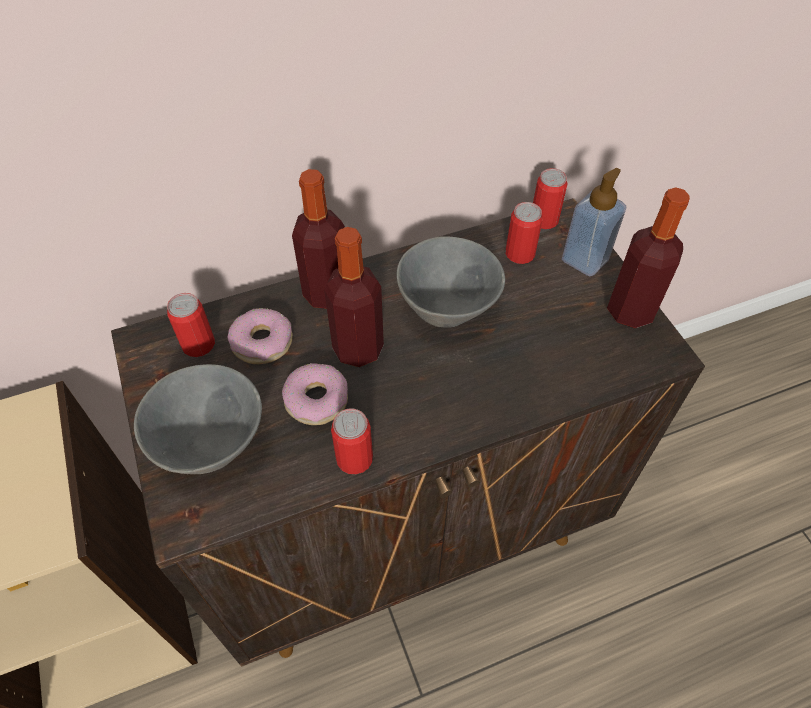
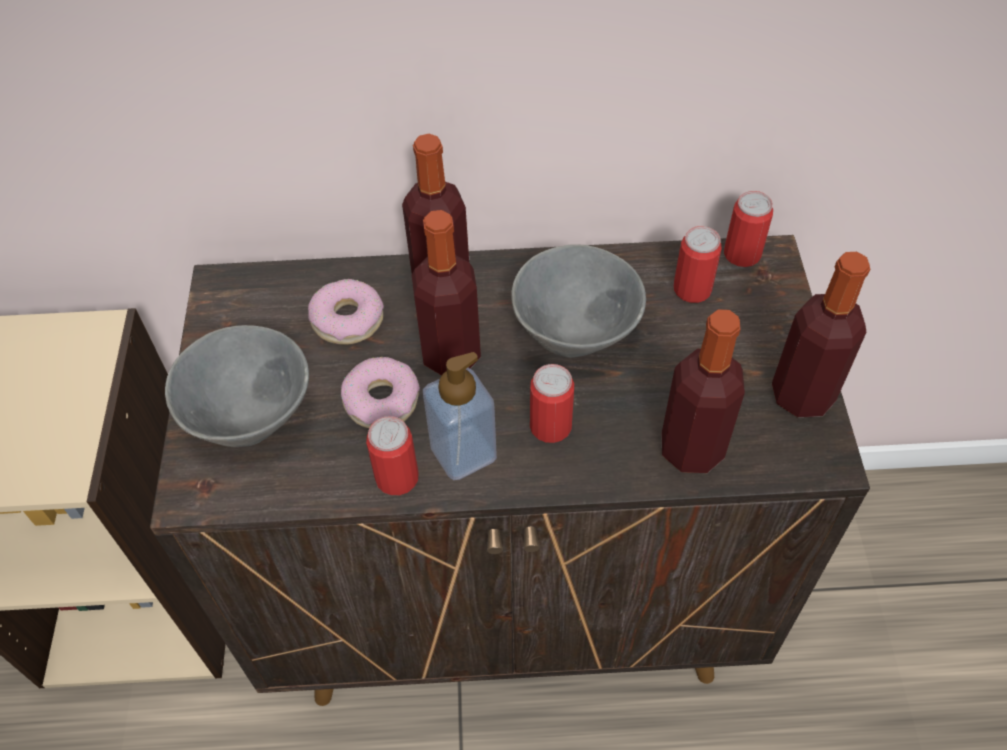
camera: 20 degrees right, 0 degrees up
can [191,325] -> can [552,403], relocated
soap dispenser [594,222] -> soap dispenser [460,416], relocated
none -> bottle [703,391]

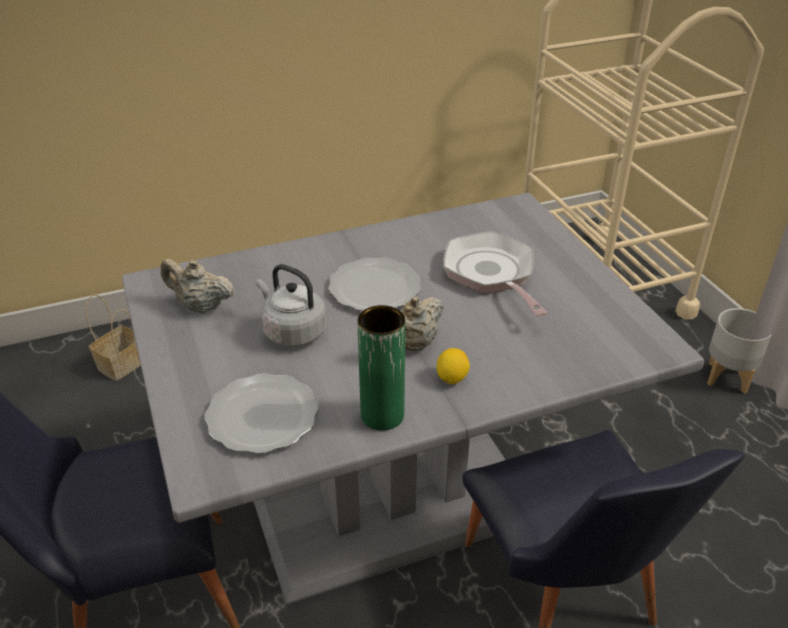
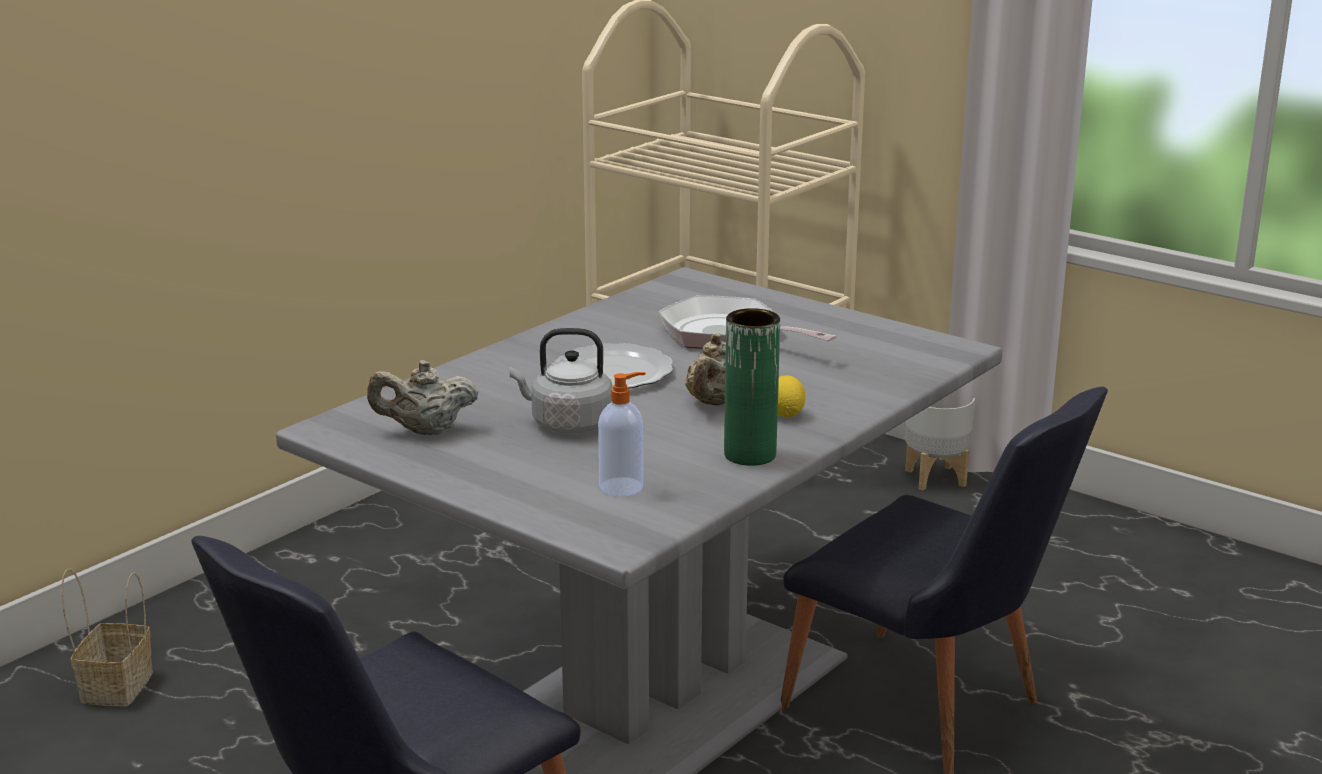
camera: 30 degrees left, 15 degrees down
plate [261,413] -> soap dispenser [621,434]

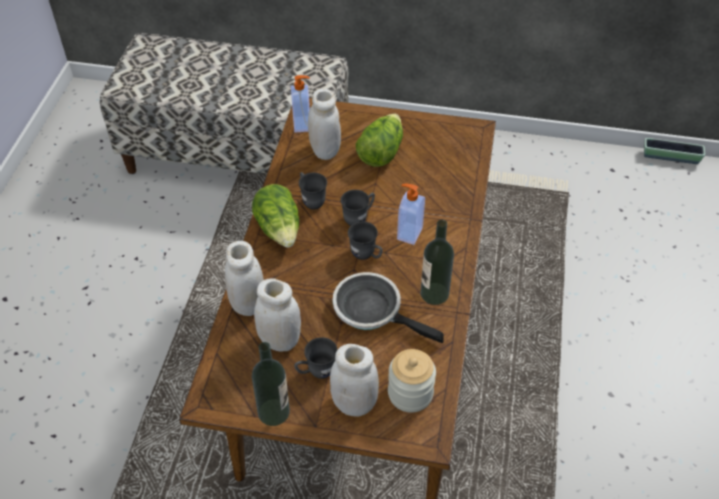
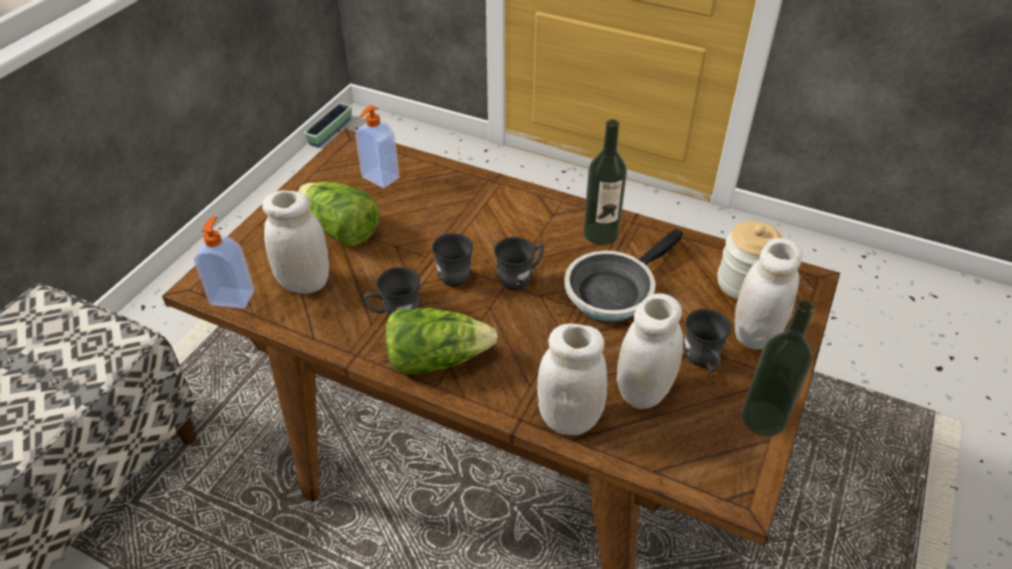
camera: 75 degrees left, 5 degrees down
soap dispenser [411,214] -> soap dispenser [377,146], relocated

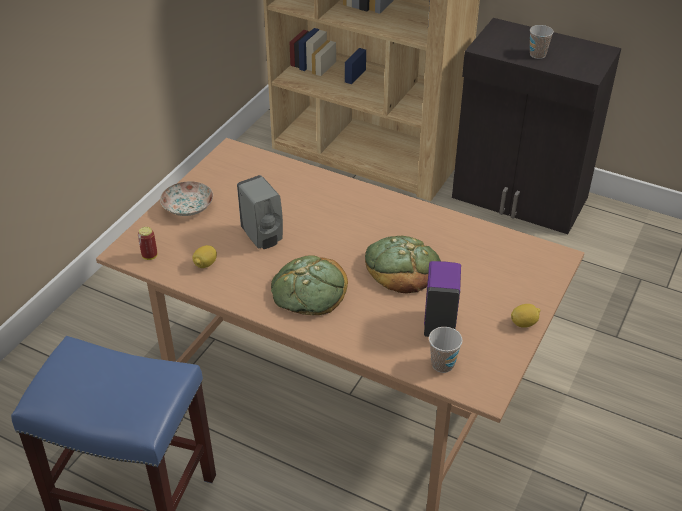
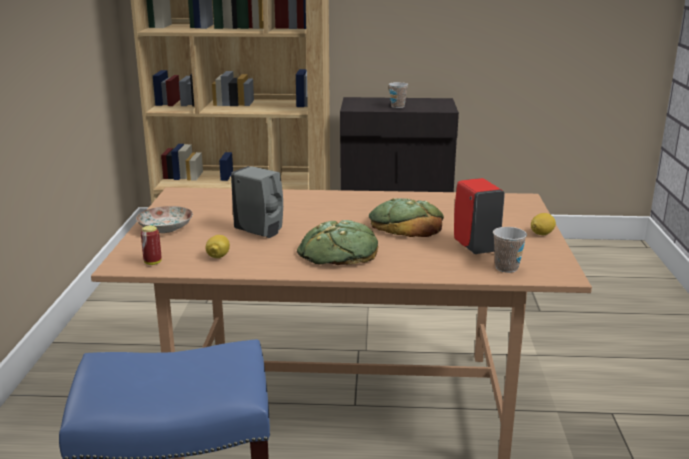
camera: 25 degrees left, 20 degrees down
purple soap dispenser [442,299] -> red soap dispenser [479,216]

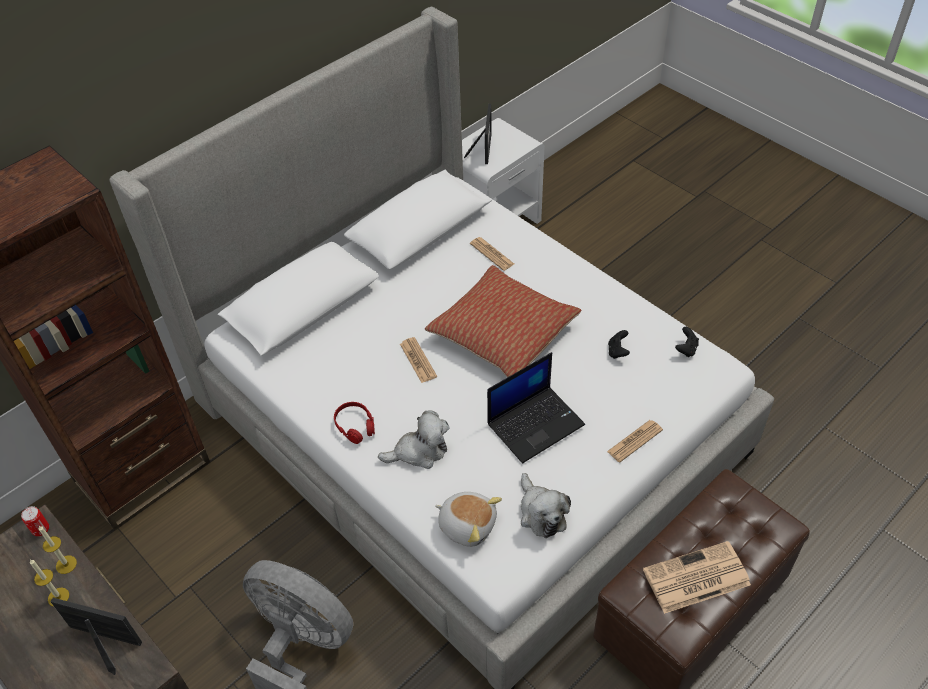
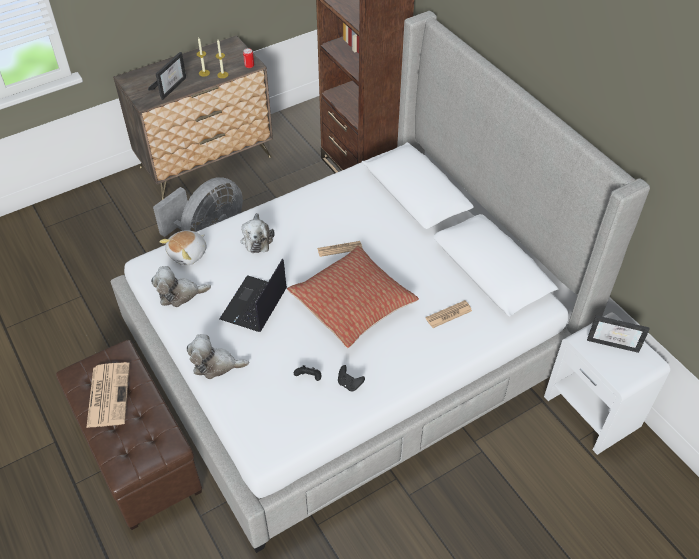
camera: 100 degrees right, 0 degrees up
red headphones [354,423] -> none
laptop [536,407] -> laptop [253,295], 45 degrees clockwise
newspaper [635,441] -> plush toy [218,356]
black game controller [687,342] -> black game controller [351,378], relocated

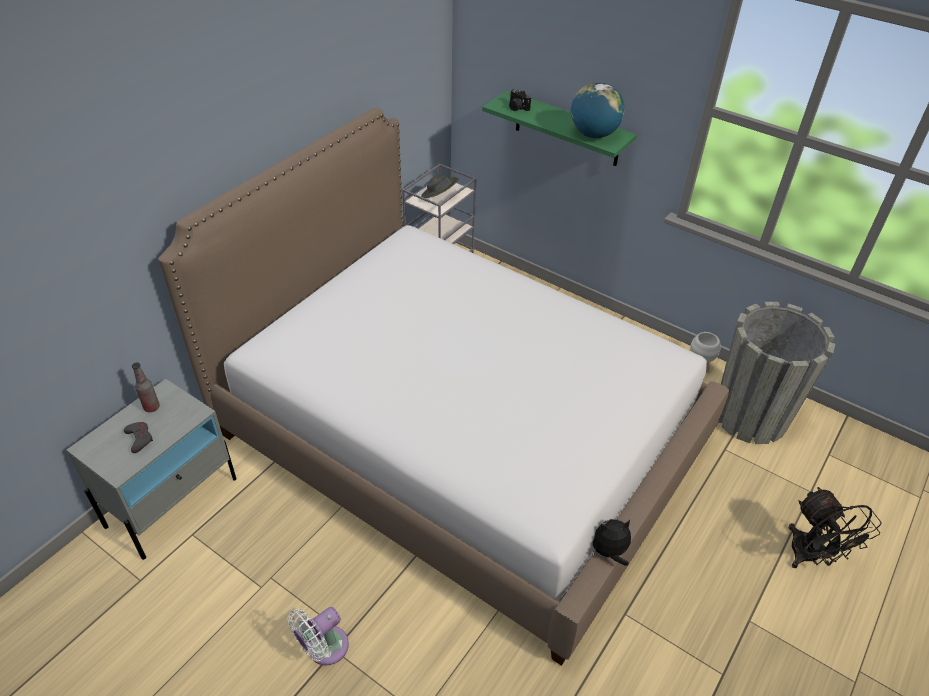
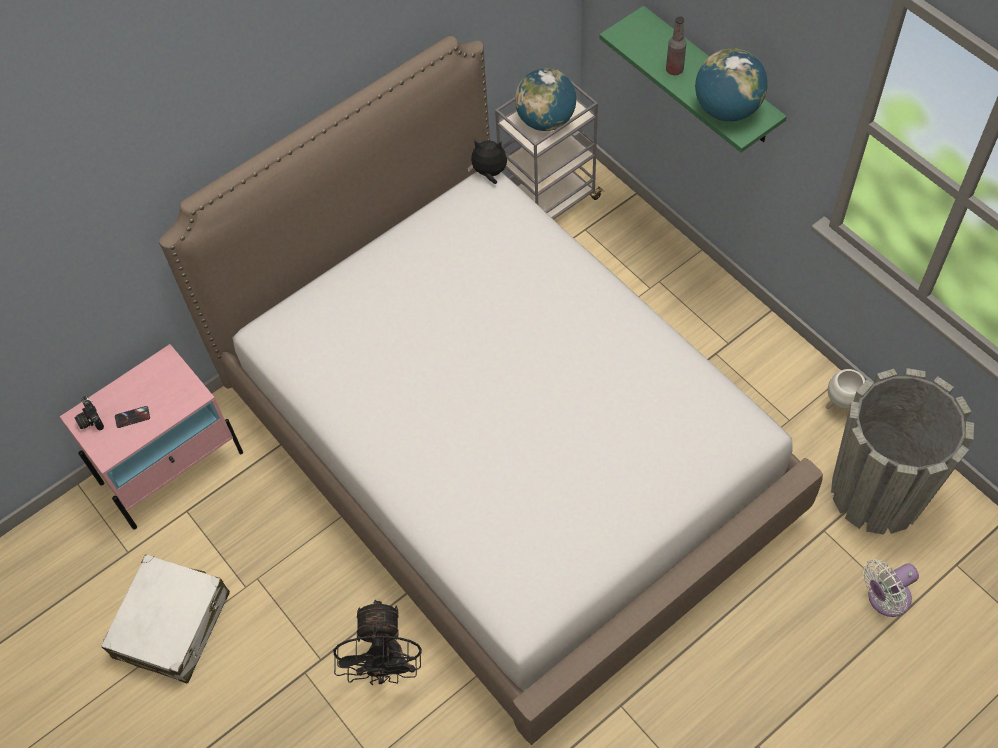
camera: 20 degrees right, 15 degrees up
grey nightstand [151,469] -> pink nightstand [151,437]
grey game controller [138,437] -> phone [132,417]
bottle [146,387] -> bottle [676,45], relocated
white fan [318,636] -> white fan [891,588], relocated
grey hat [440,186] -> globe [545,99]
photo camera [520,100] -> photo camera [89,413], relocated
plush toy [612,542] -> plush toy [487,162], relocated
black fan [835,527] -> black fan [377,642], relocated
none -> white suitcase [165,618]

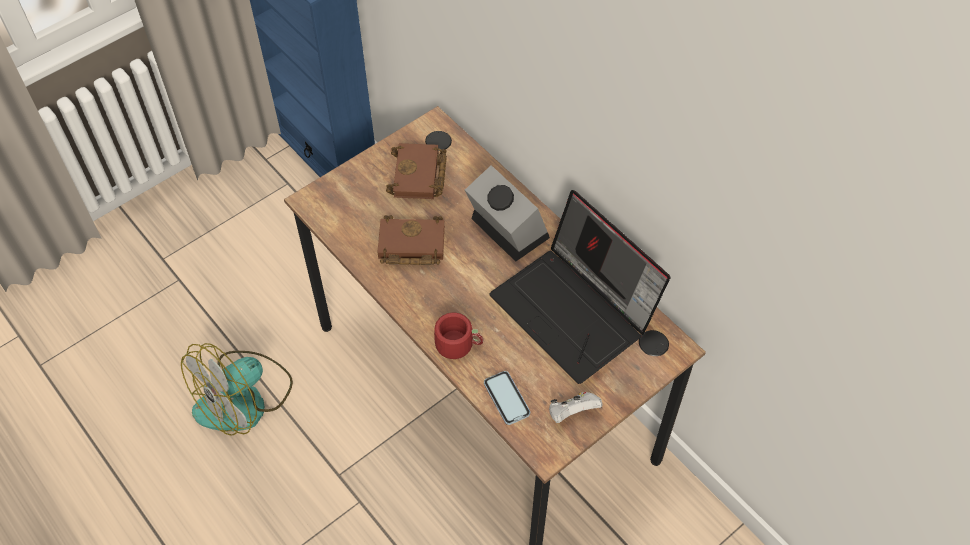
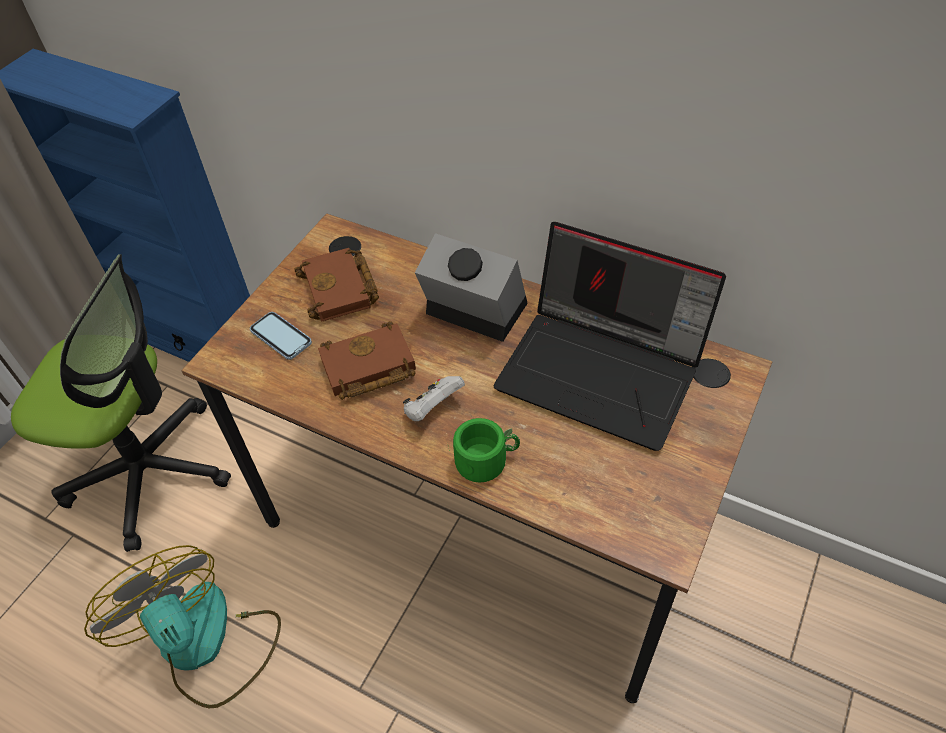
camera: 20 degrees left, 5 degrees down
fan [237,389] -> fan [182,626], 120 degrees clockwise
red mug [459,336] -> green mug [483,450]
phone [507,398] -> phone [281,336], relocated
white game controller [575,407] -> white game controller [434,398], relocated
none -> office chair [121,403]

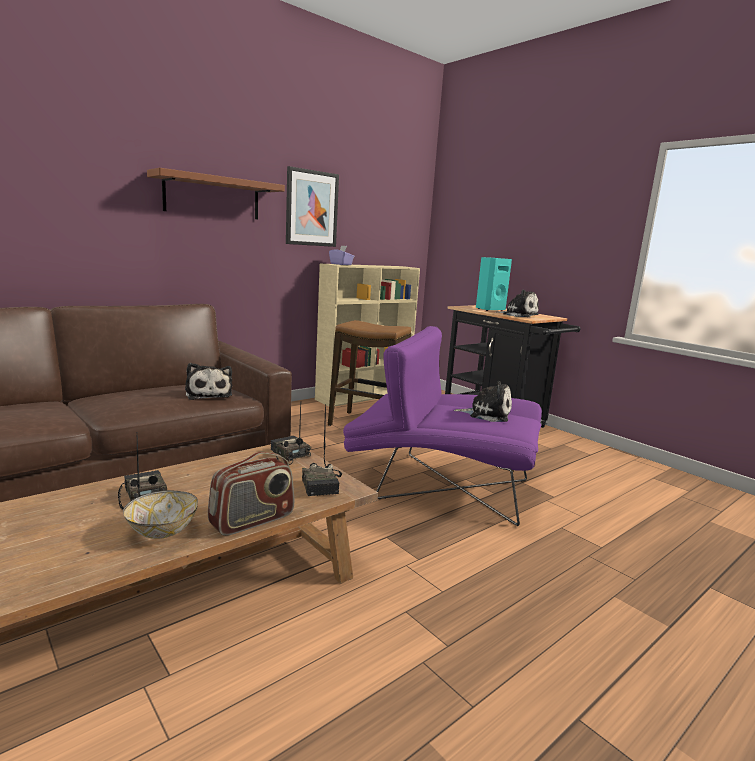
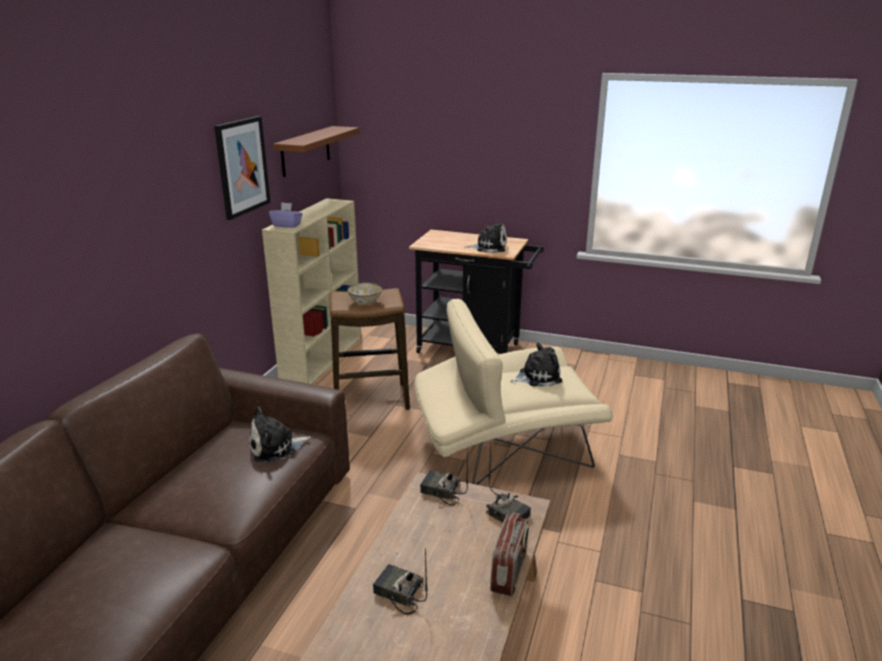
camera: 30 degrees left, 10 degrees up
bowl [160,514] -> bowl [364,293], relocated
brown shelf [216,193] -> brown shelf [316,151], relocated
plush toy [208,381] -> plush toy [279,435], 120 degrees clockwise
purple armchair [442,426] -> beige armchair [514,392]
turquoise speaker [494,284] -> none

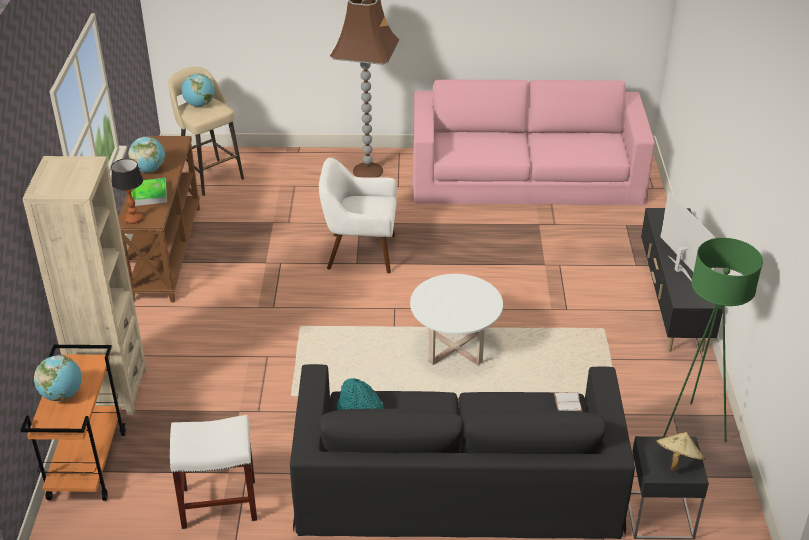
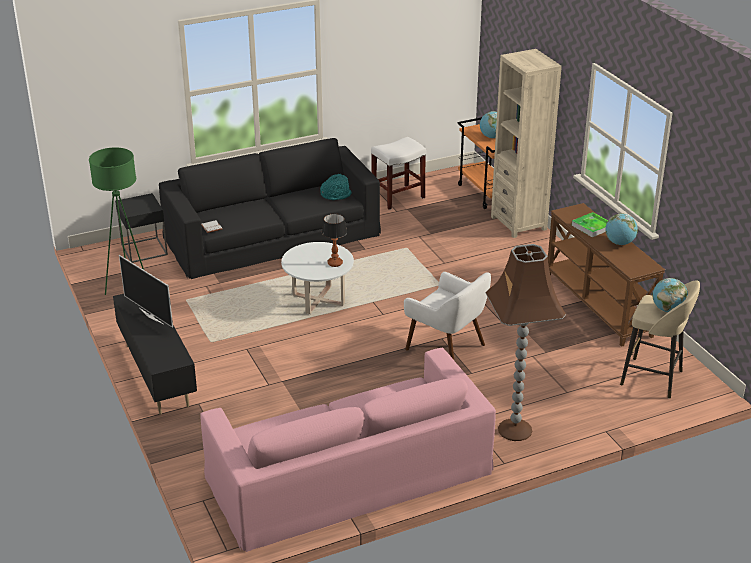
camera: 155 degrees right, 5 degrees down
table lamp [127,191] -> table lamp [334,240], relocated
white armchair [358,216] -> white armchair [447,316], 60 degrees clockwise
beige hat [680,451] -> none

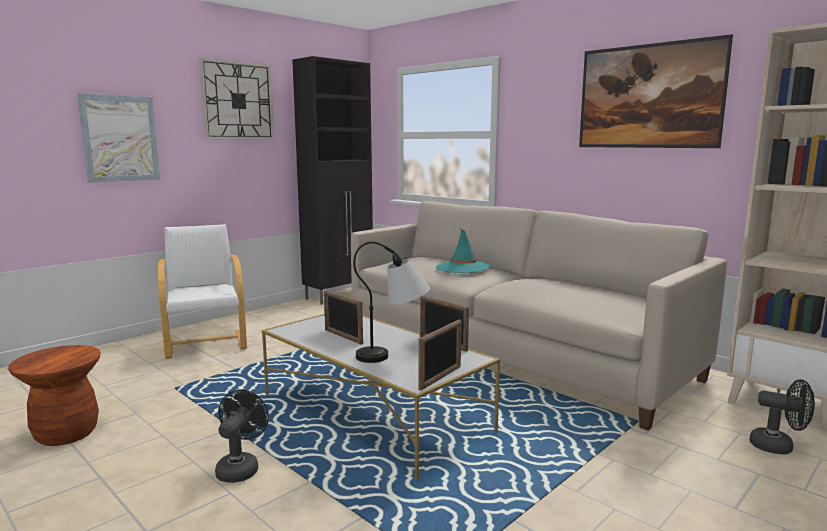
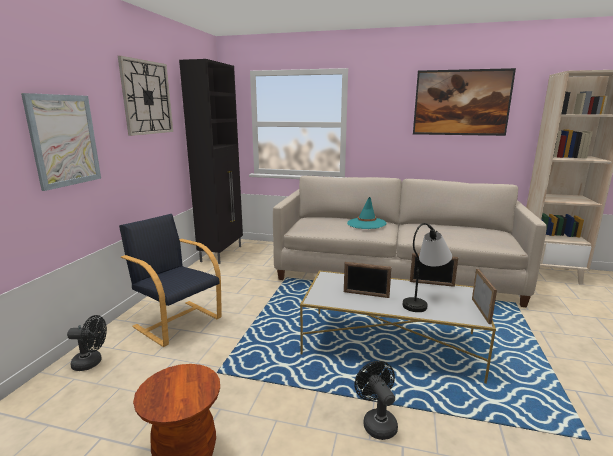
camera: 30 degrees left, 5 degrees up
white armchair [202,291] -> black armchair [170,280]
black fan [782,417] -> black fan [87,343], relocated

